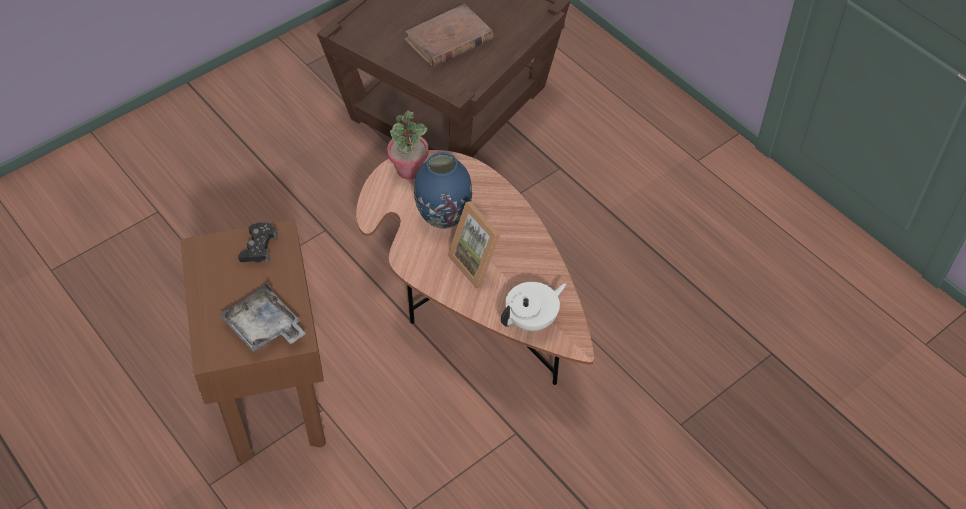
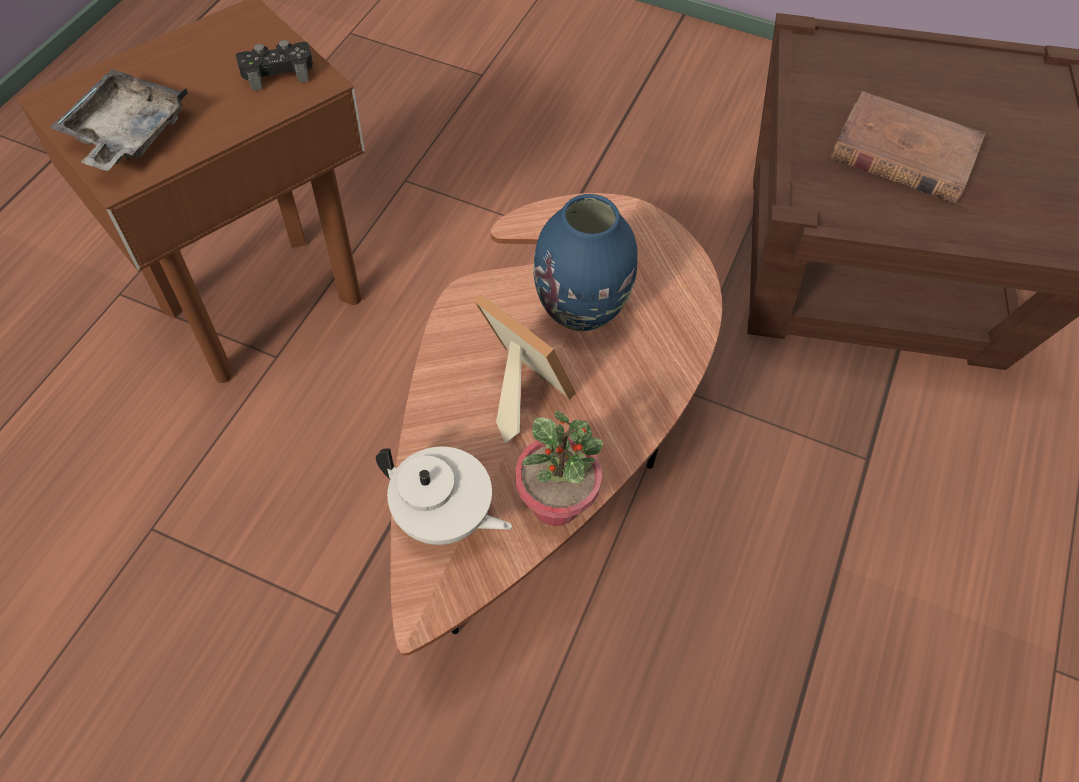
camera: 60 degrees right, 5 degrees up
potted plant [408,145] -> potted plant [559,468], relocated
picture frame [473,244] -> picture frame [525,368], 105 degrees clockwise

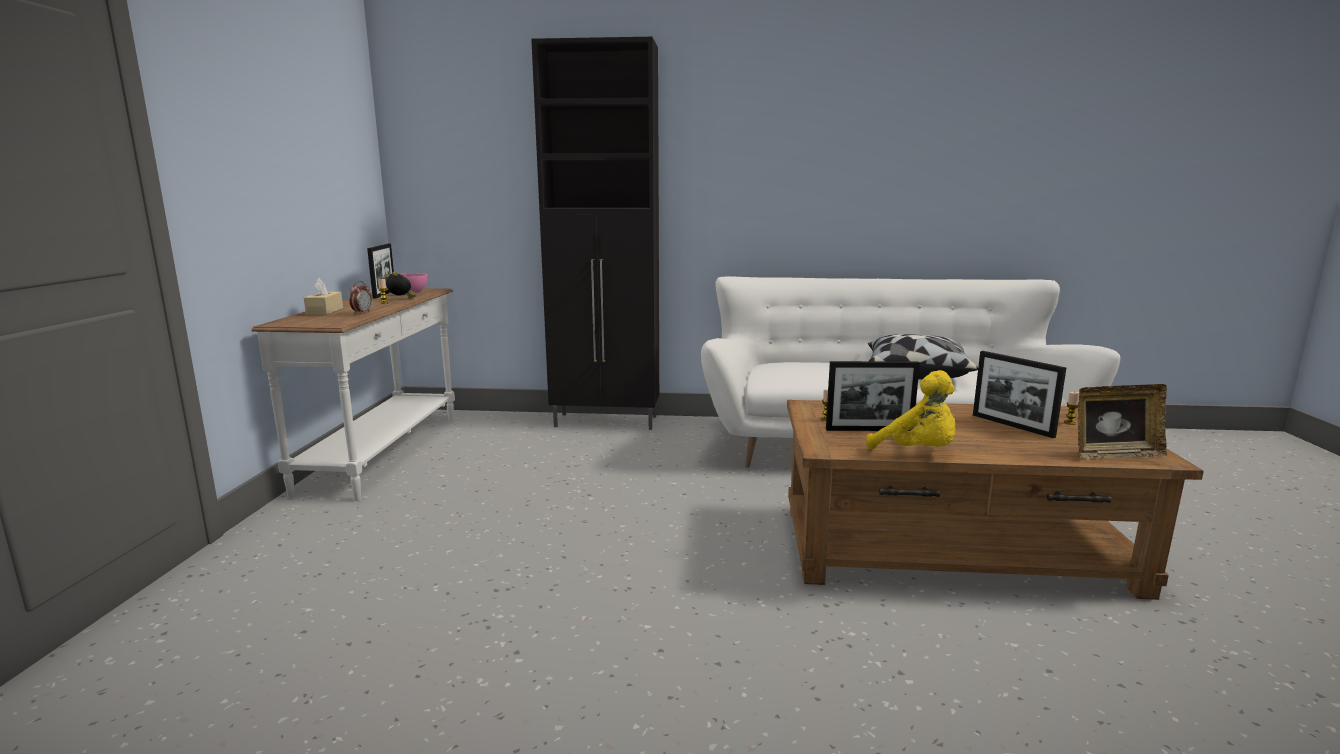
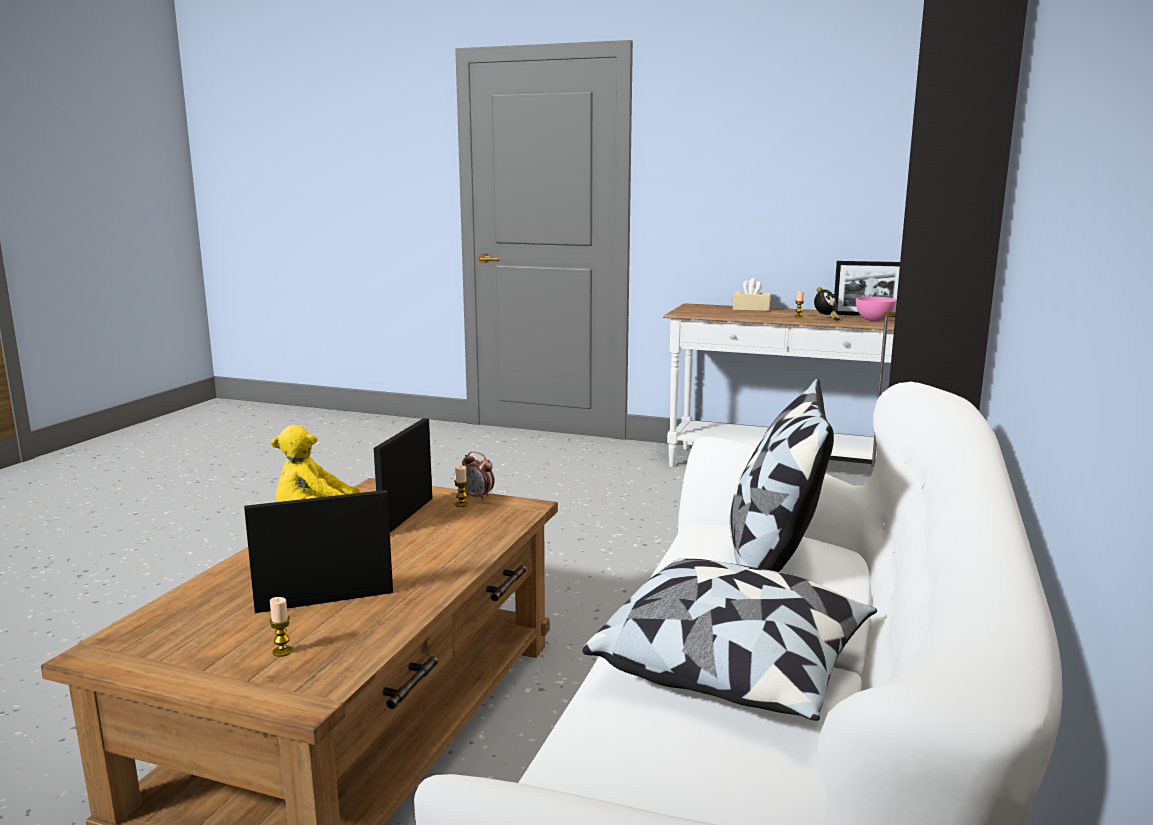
camera: 105 degrees right, 0 degrees up
alarm clock [360,297] -> alarm clock [478,476], relocated
picture frame [1122,421] -> none
none -> pillow [782,475]

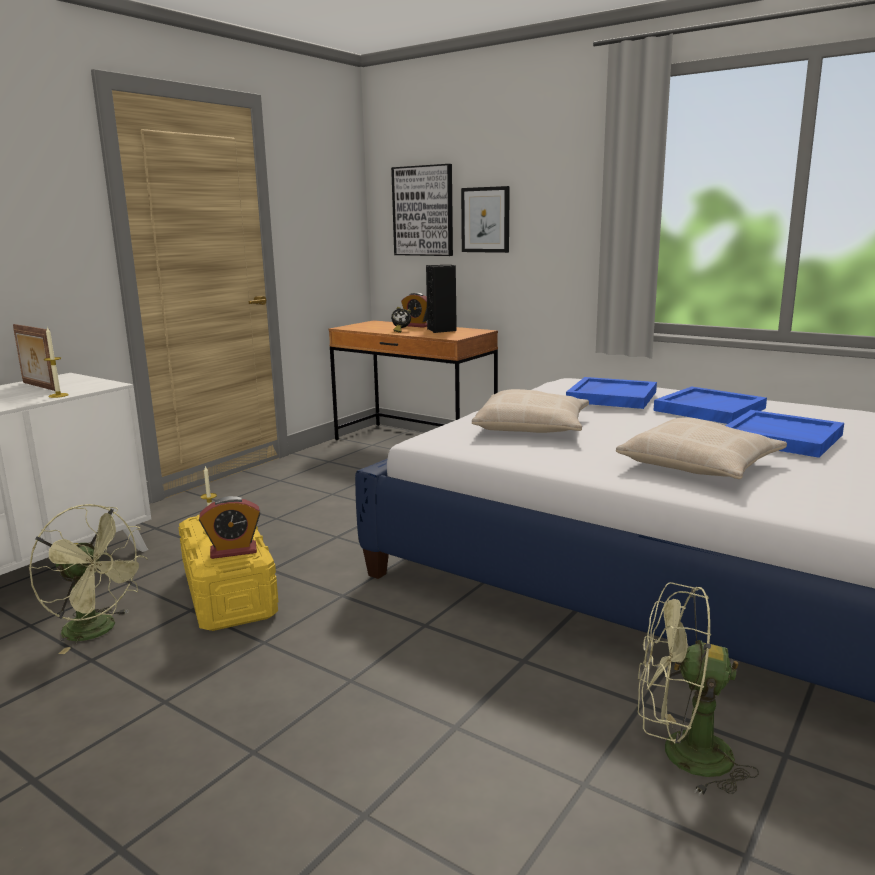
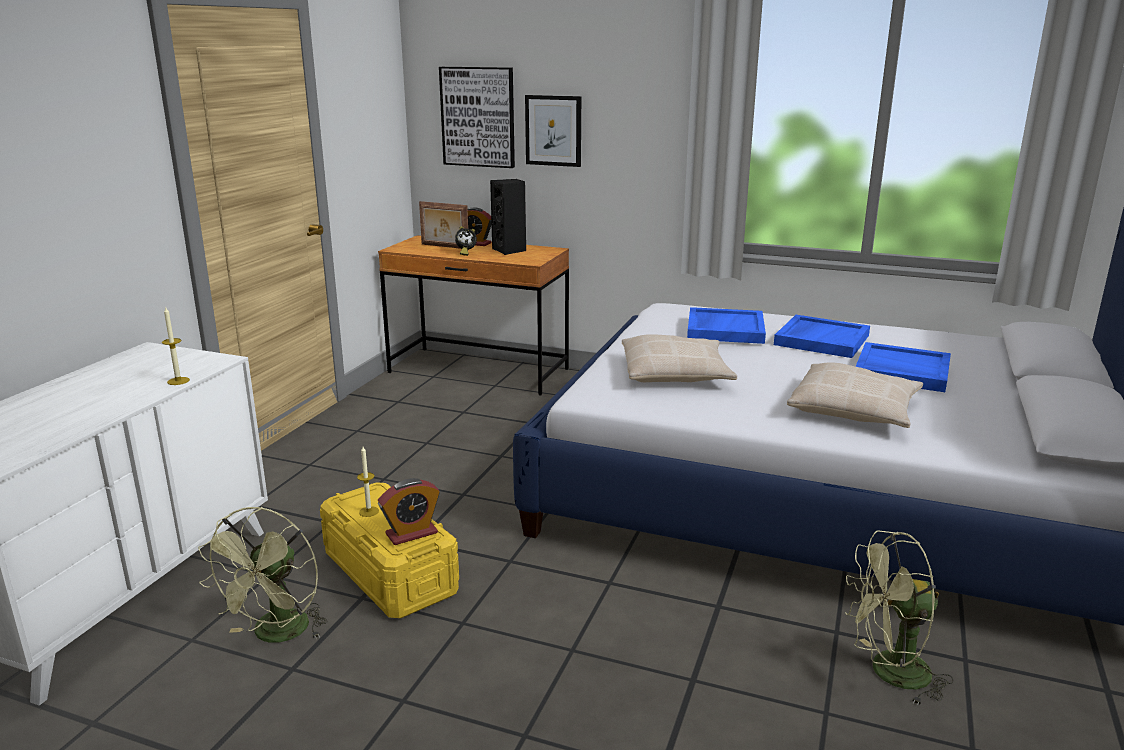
camera: 15 degrees left, 5 degrees up
picture frame [34,357] -> picture frame [443,225], relocated
green fan [88,579] -> green fan [263,574], 90 degrees clockwise

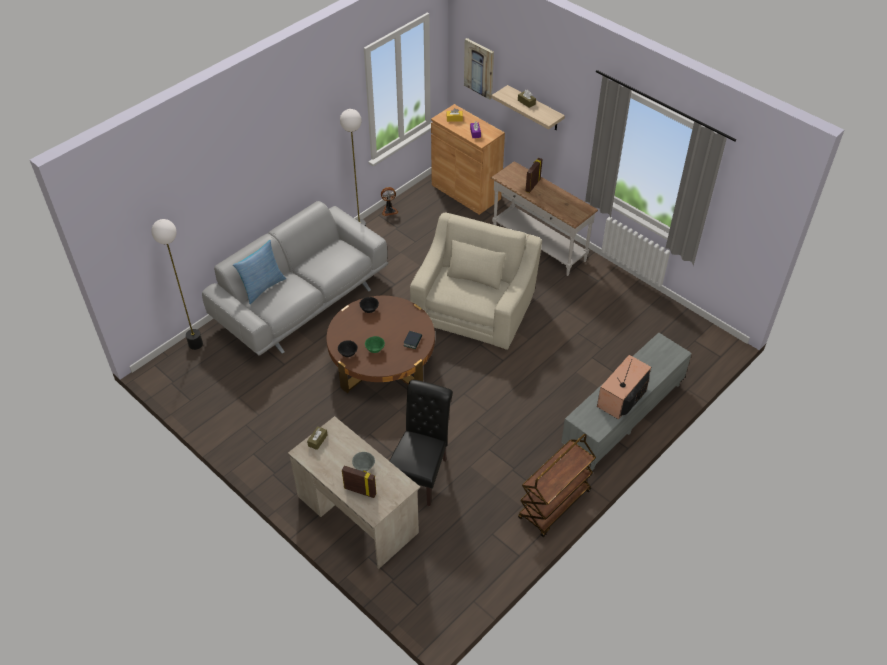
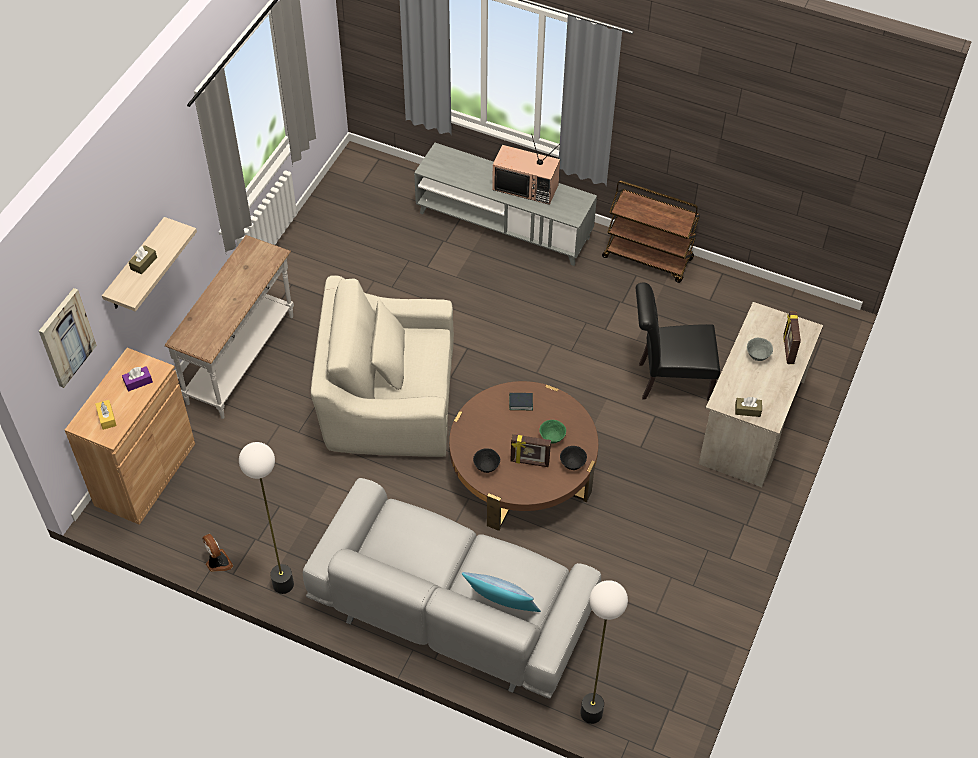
camera: 110 degrees left, 5 degrees up
picture frame [534,175] -> picture frame [530,450], relocated

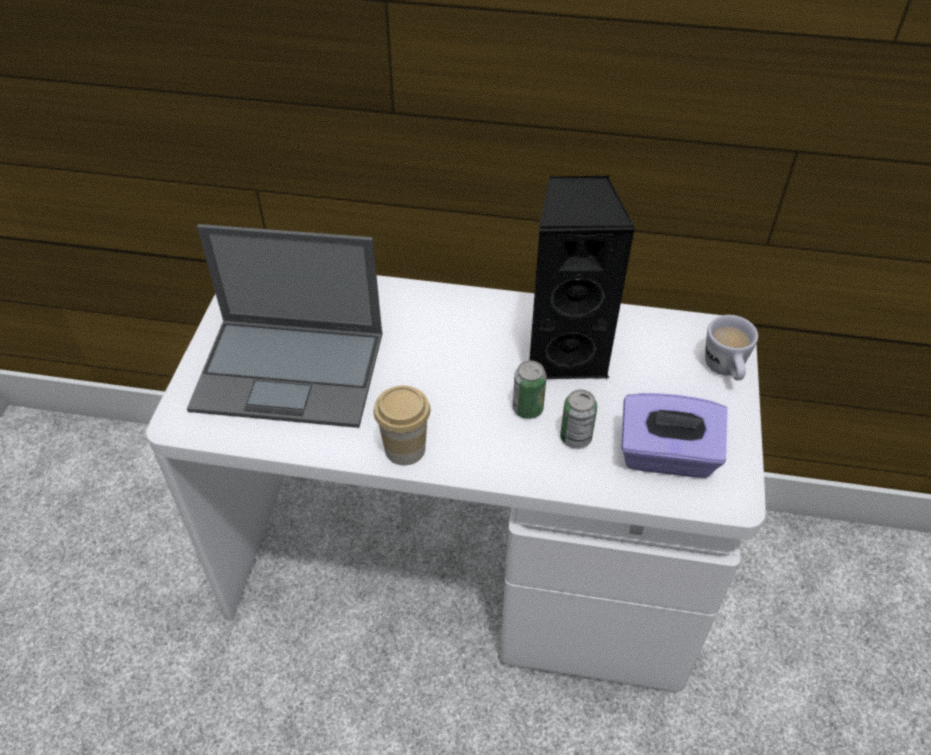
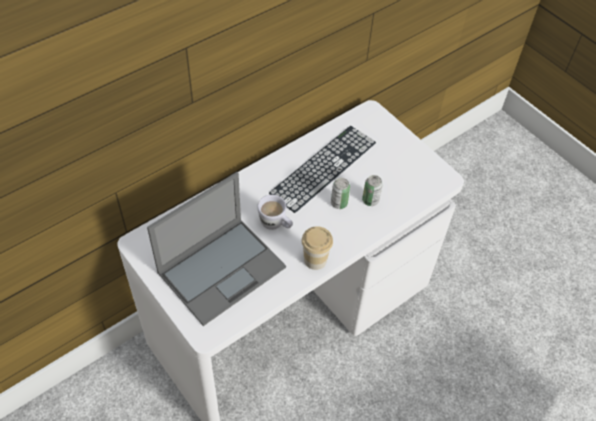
camera: 50 degrees left, 5 degrees up
black speaker [582,278] -> keyboard [322,169]
purple tissue box [674,435] -> none
white mug [731,347] -> white mug [275,212], relocated

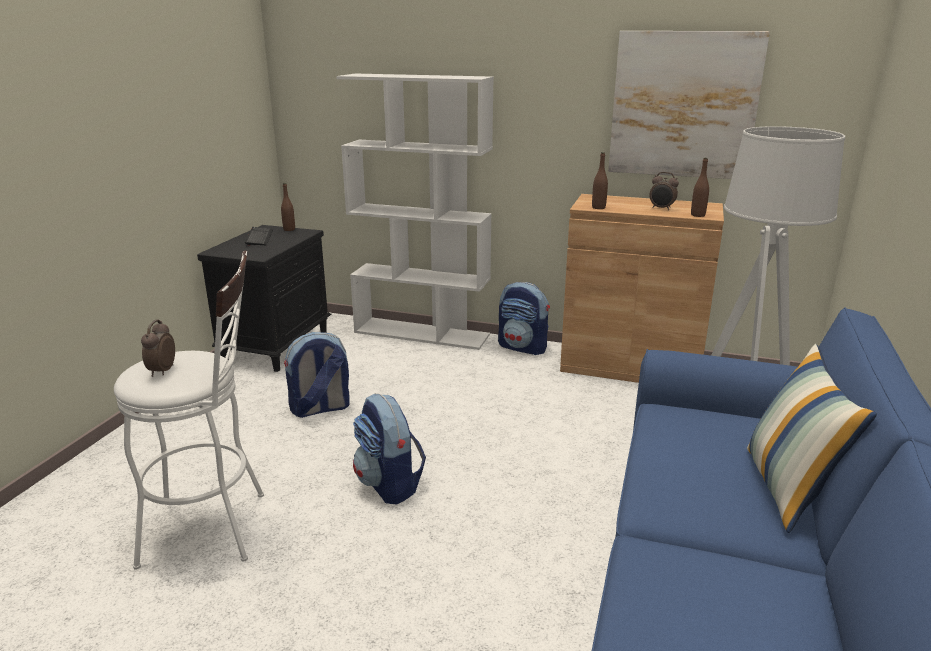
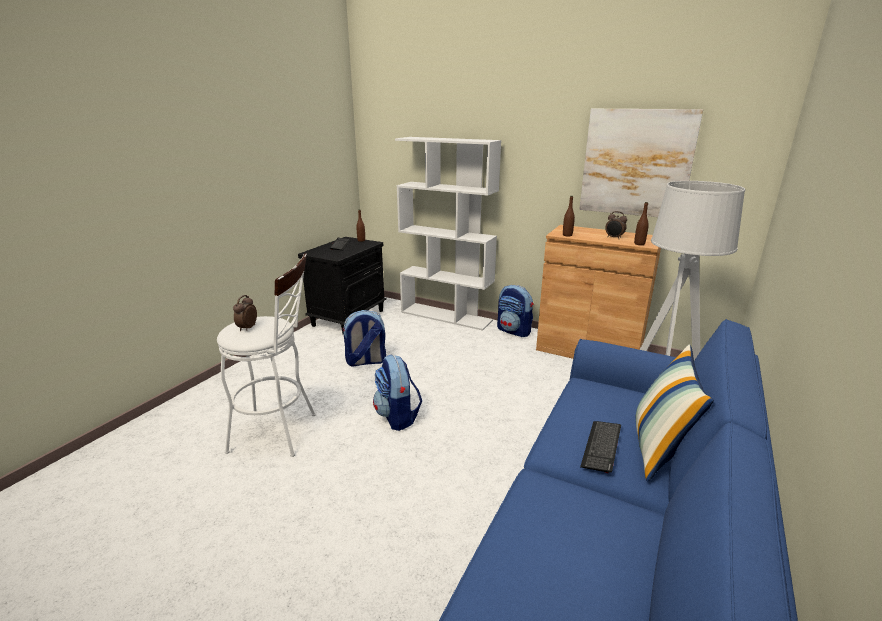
camera: 10 degrees right, 0 degrees up
none -> keyboard [600,447]

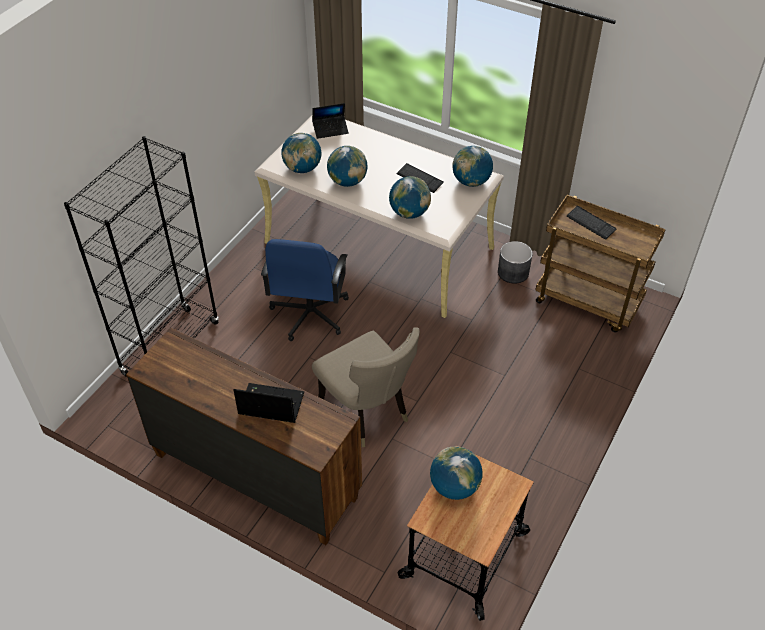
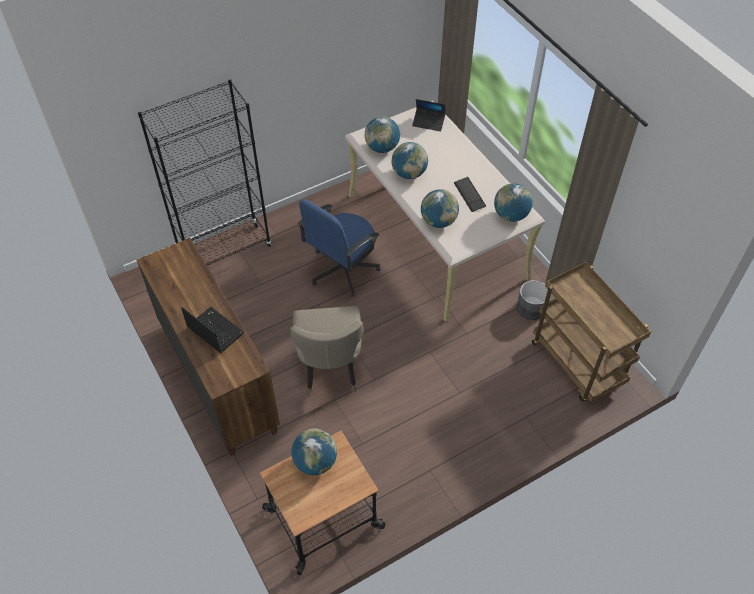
camera: 30 degrees right, 5 degrees up
keyboard [592,223] -> none

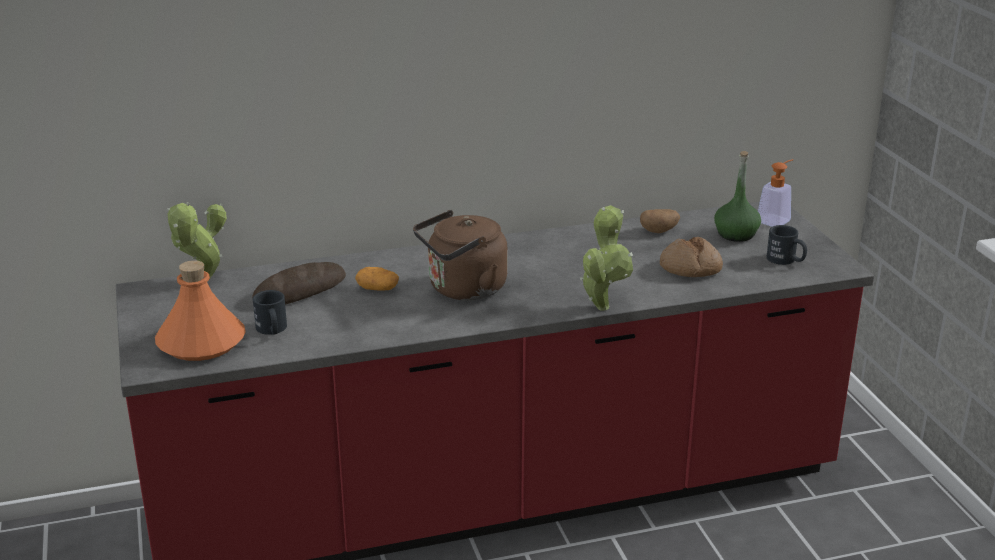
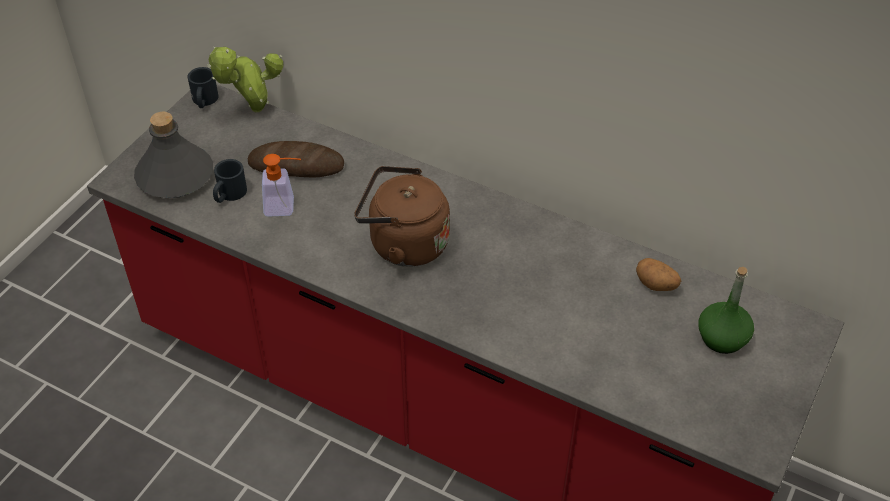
camera: 45 degrees right, 20 degrees up
orange bottle [200,310] -> grey bottle [173,155]
potato [377,278] -> none
potted plant [606,258] -> none
bread [691,257] -> none
soap dispenser [775,193] -> soap dispenser [281,185], relocated
black mug [786,245] -> black mug [203,87], relocated

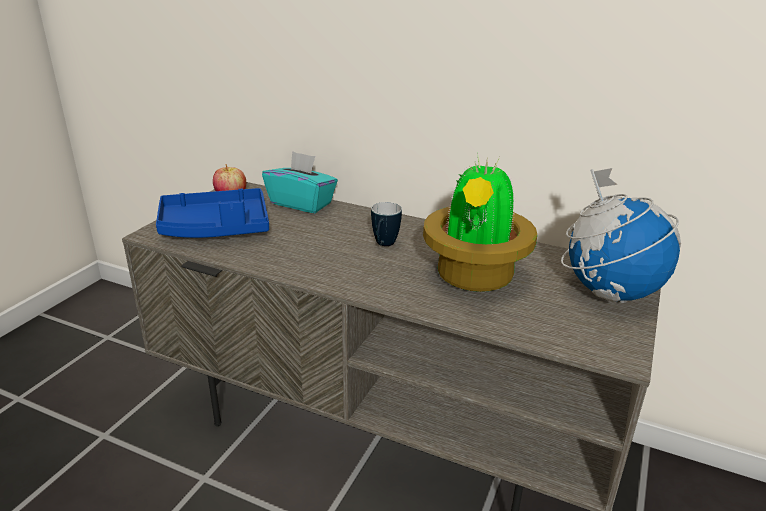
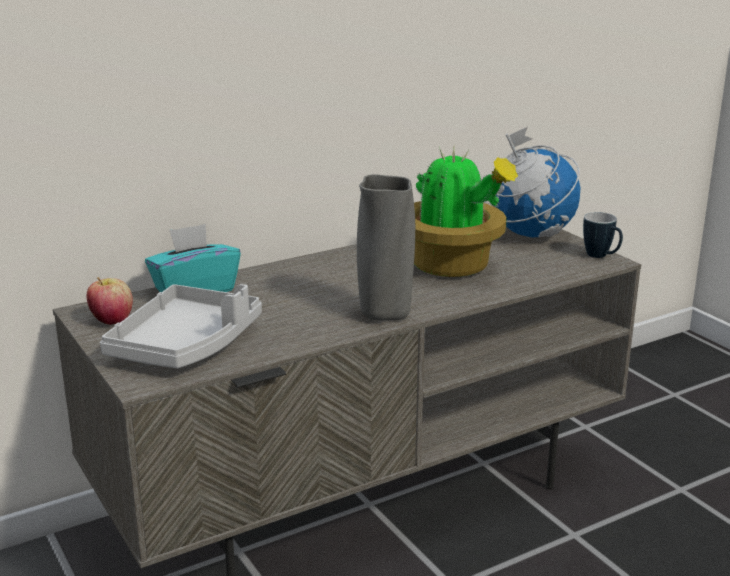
camera: 55 degrees left, 5 degrees down
blue tray [212,213] -> grey tray [181,326]
mug [386,224] -> mug [603,235], relocated
none -> grey vase [386,247]

